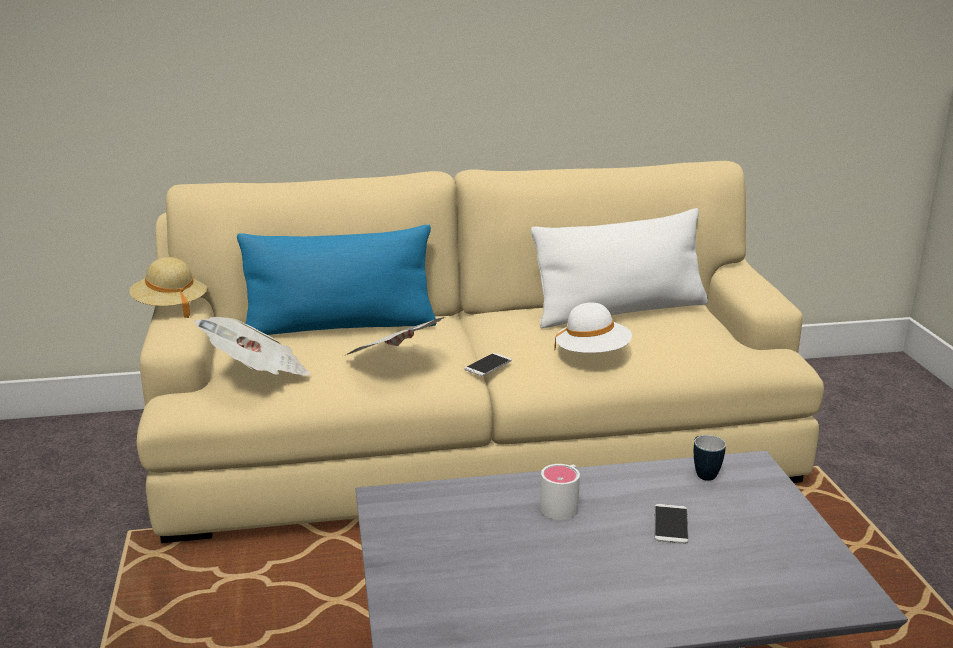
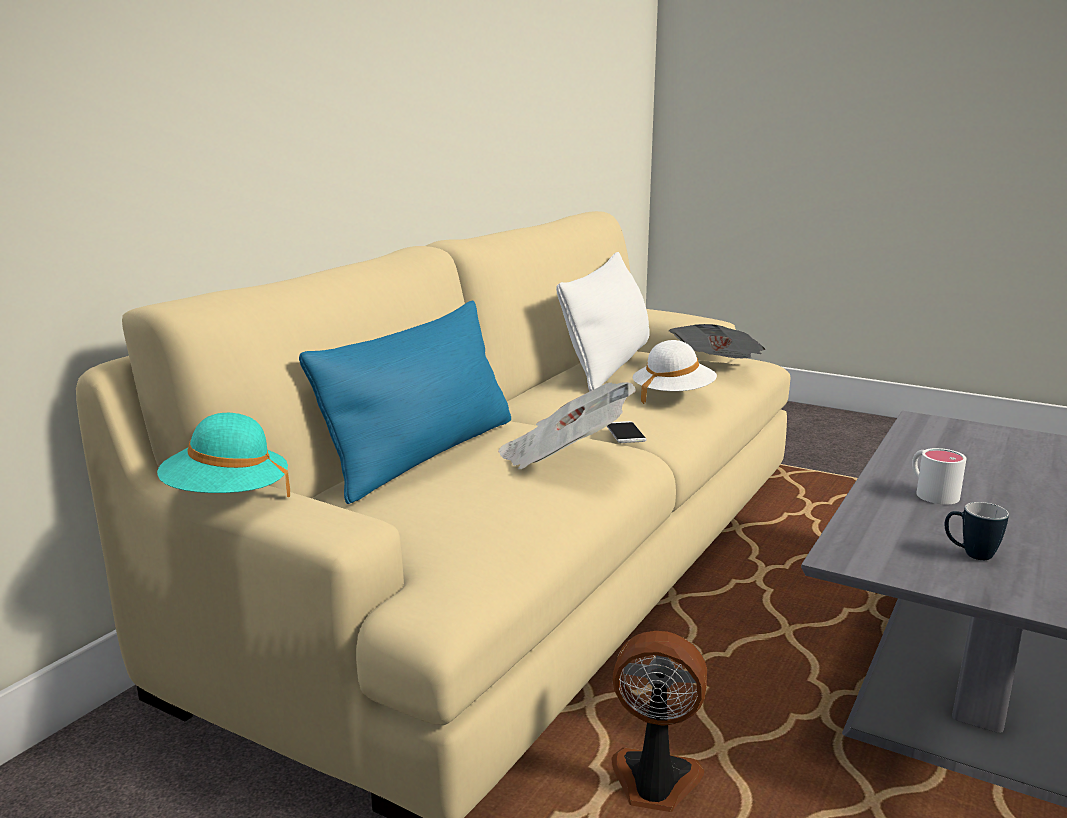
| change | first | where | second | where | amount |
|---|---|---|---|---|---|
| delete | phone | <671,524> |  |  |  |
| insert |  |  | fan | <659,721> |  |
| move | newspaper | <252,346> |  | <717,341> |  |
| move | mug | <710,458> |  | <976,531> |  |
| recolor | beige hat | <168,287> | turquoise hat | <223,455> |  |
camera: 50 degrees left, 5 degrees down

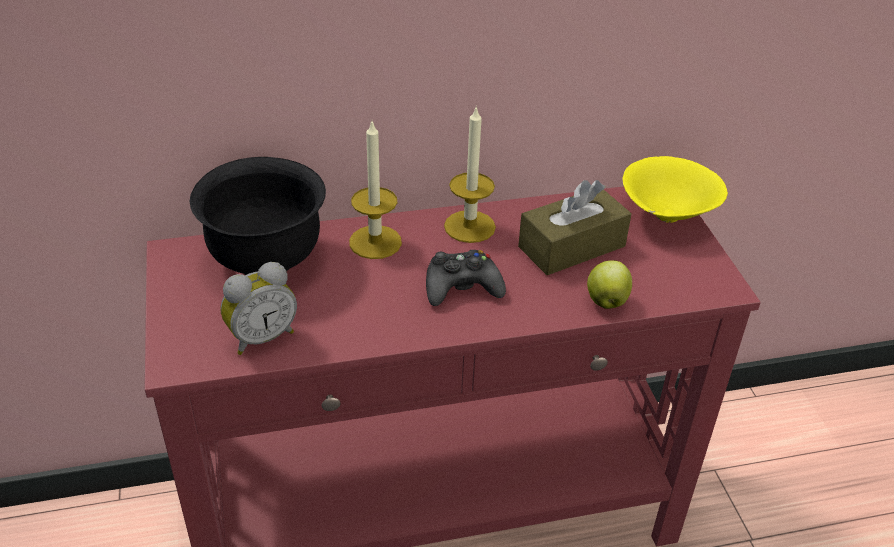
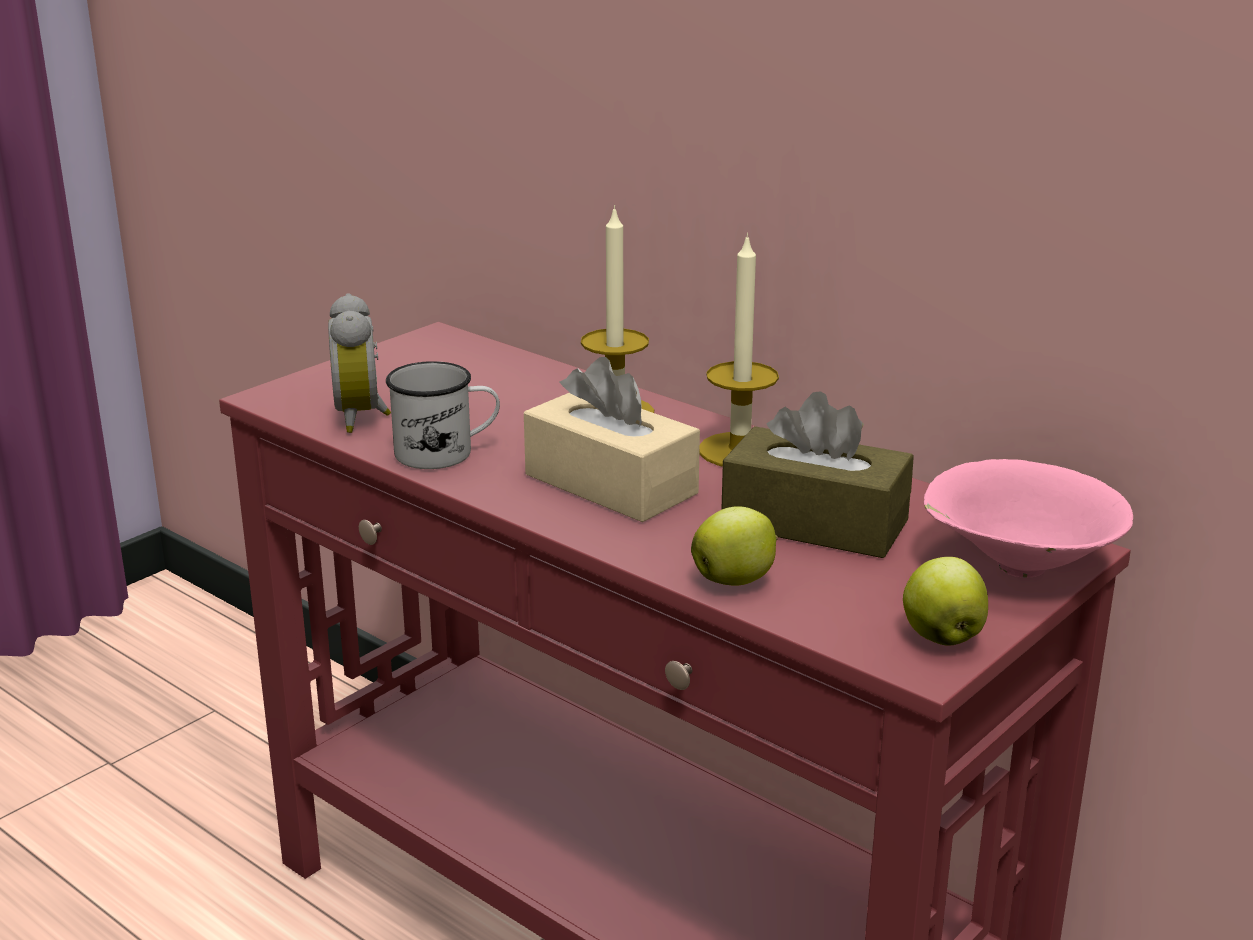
| change | first | where | second | where | amount |
|---|---|---|---|---|---|
| delete | black bowl | <258,216> |  |  |  |
| insert |  |  | white mug | <443,415> |  |
| insert |  |  | apple | <945,601> |  |
| replace | black game controller | <466,278> | beige tissue box | <612,439> |  |
| recolor | yellow bowl | <675,189> | pink bowl | <1028,518> |  |
| rotate | alarm clock | <258,308> |  | <359,363> | 60 degrees clockwise |
camera: 55 degrees right, 15 degrees down

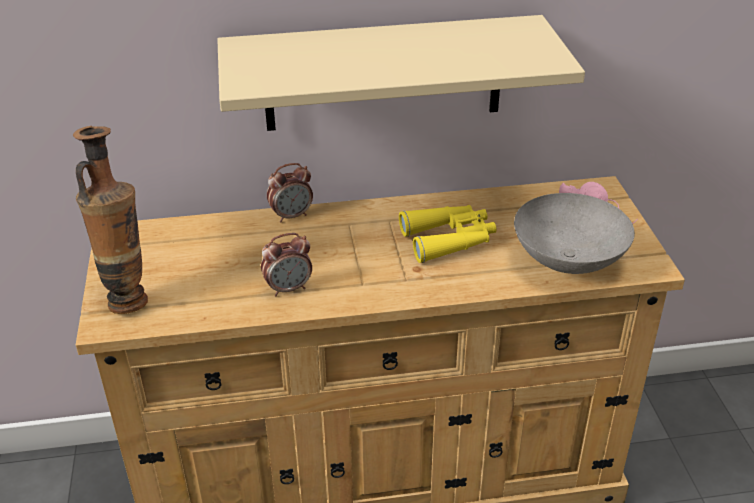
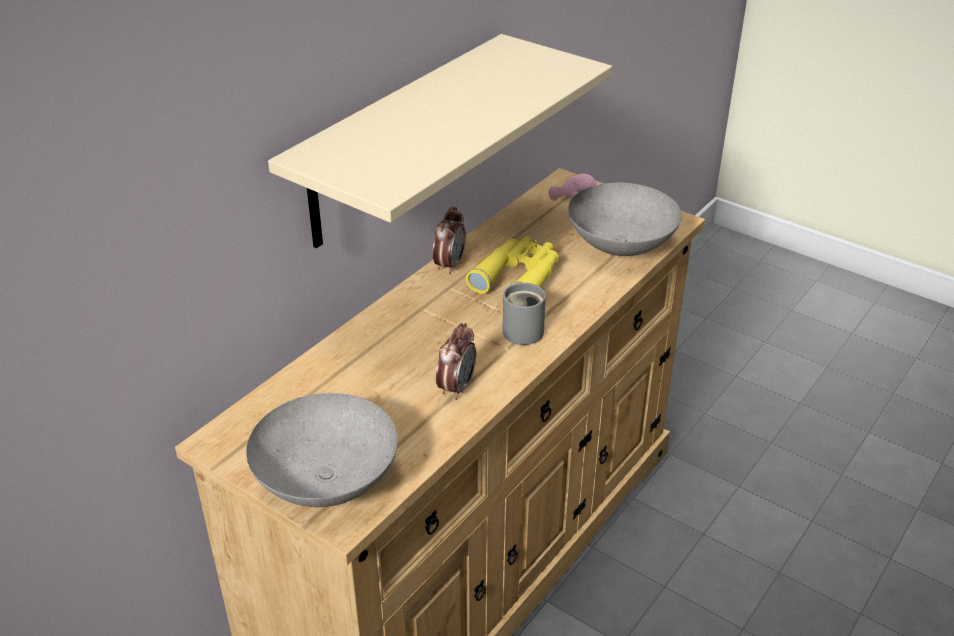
| change | first | where | second | where | amount |
|---|---|---|---|---|---|
| insert |  |  | grey mug | <524,314> |  |
| move | alarm clock | <290,193> |  | <449,240> |  |
| replace | vase | <110,220> | grey bowl | <322,450> |  |
camera: 45 degrees left, 0 degrees up

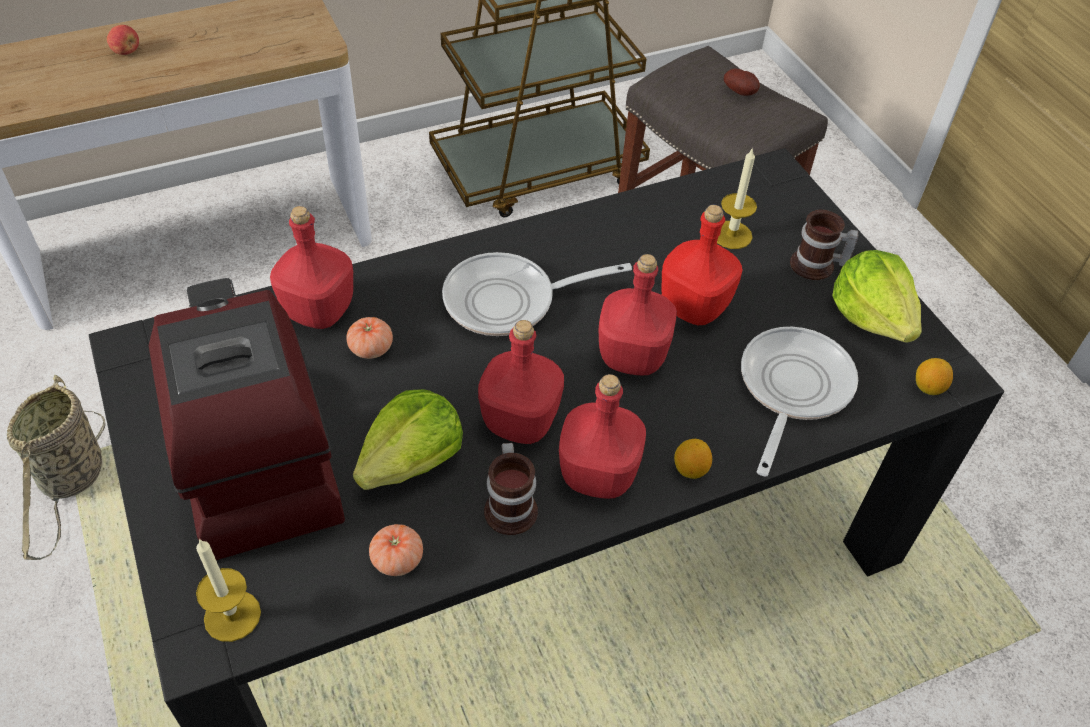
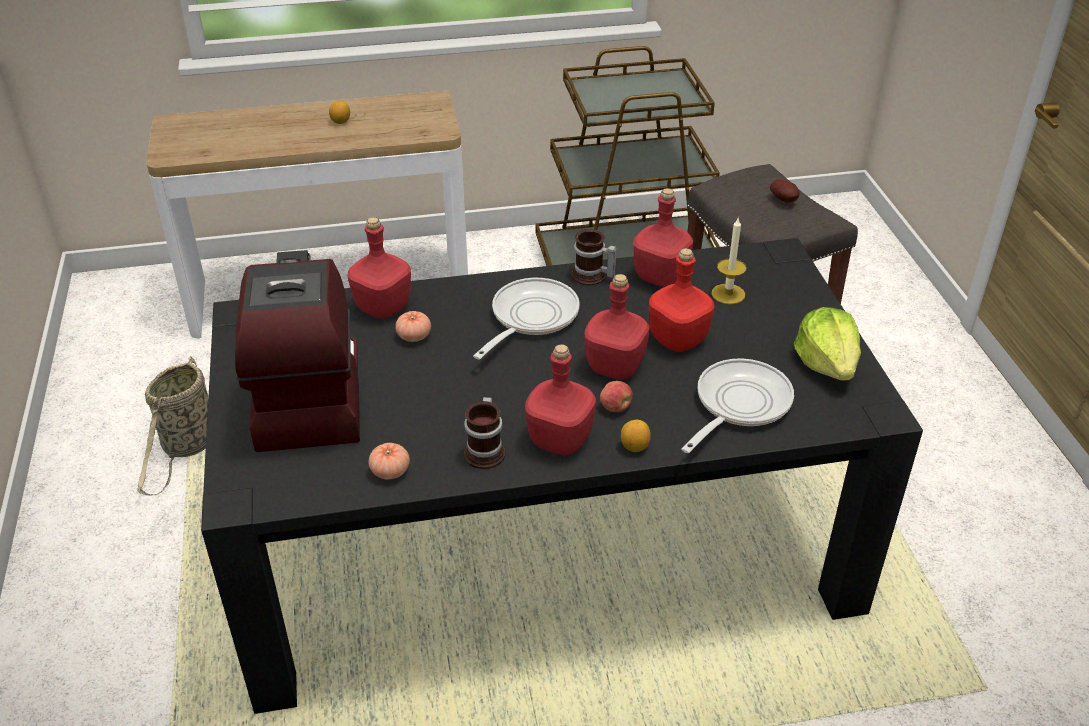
| change | first | where | second | where | amount |
|---|---|---|---|---|---|
| delete | candle | <228,590> |  |  |  |
| delete | lettuce | <408,439> |  |  |  |
| move | apple | <123,40> |  | <616,396> |  |
| move | red bottle | <521,382> |  | <663,237> |  |
| move | mug | <824,245> |  | <593,257> |  |
| move | lemon | <934,376> |  | <339,112> |  |
| rotate | frying pan | <537,294> |  | <526,318> | 120 degrees clockwise |
camera: 15 degrees right, 10 degrees down

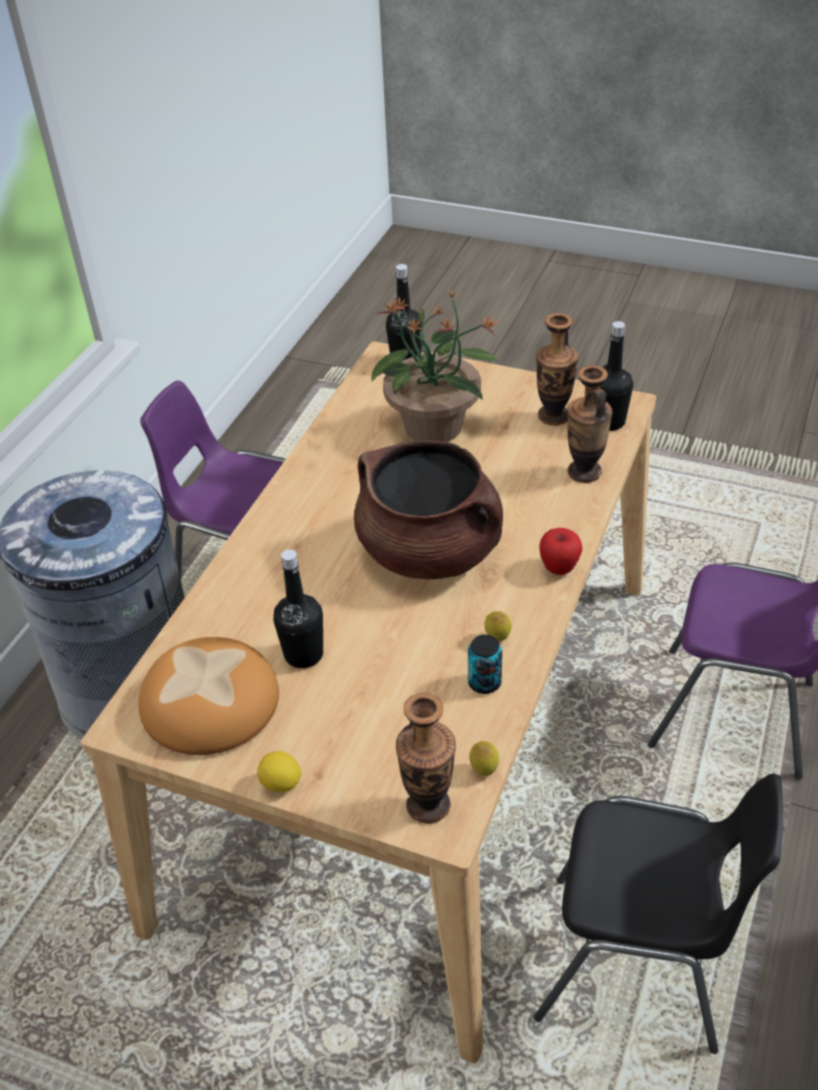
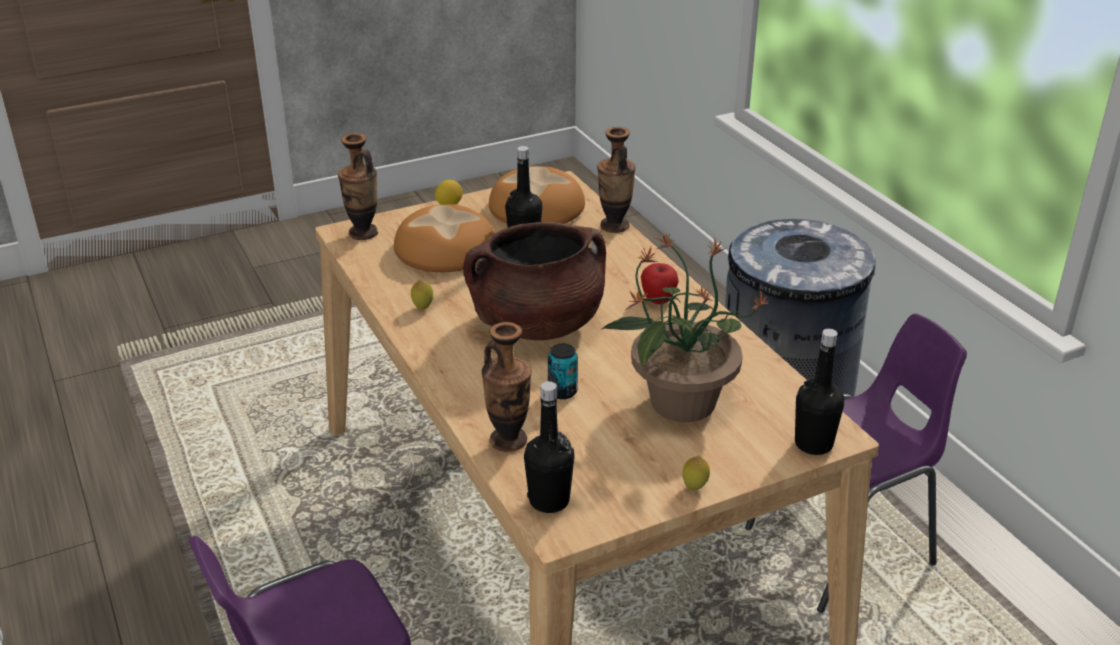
| change | first | where | second | where | amount |
|---|---|---|---|---|---|
| delete | black chair | <658,914> |  |  |  |
| insert |  |  | bread | <444,238> |  |
| move | can | <485,664> |  | <563,371> |  |
| move | lemon | <484,758> |  | <696,473> |  |
| move | vase | <557,369> |  | <616,180> |  |
| move | apple | <560,551> |  | <660,283> |  |
camera: 130 degrees right, 10 degrees down

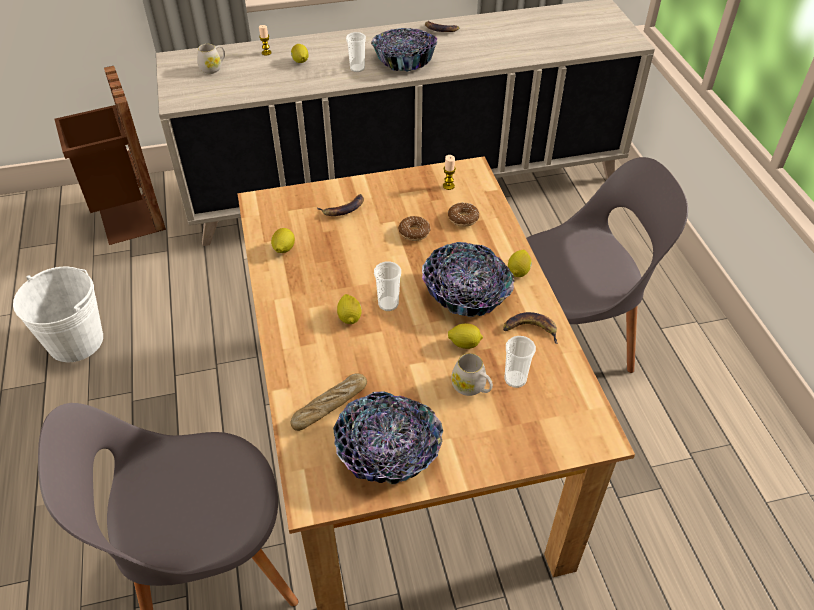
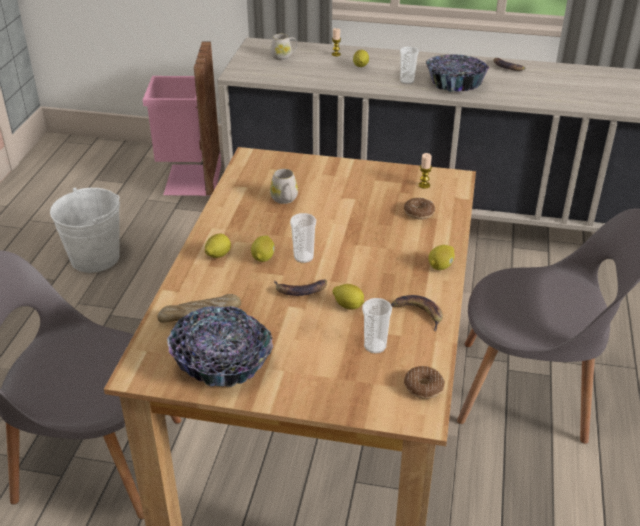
| change | first | where | second | where | amount |
|---|---|---|---|---|---|
| delete | bowl | <468,279> |  |  |  |
| move | lemon | <283,240> |  | <218,246> |  |
| move | banana | <340,205> |  | <300,287> |  |
| move | donut | <414,228> |  | <424,382> |  |
| move | white mug | <472,374> |  | <284,186> |  |
| recolor | brown trash can | <110,155> | pink trash can | <182,118> |  |
camera: 25 degrees right, 10 degrees down

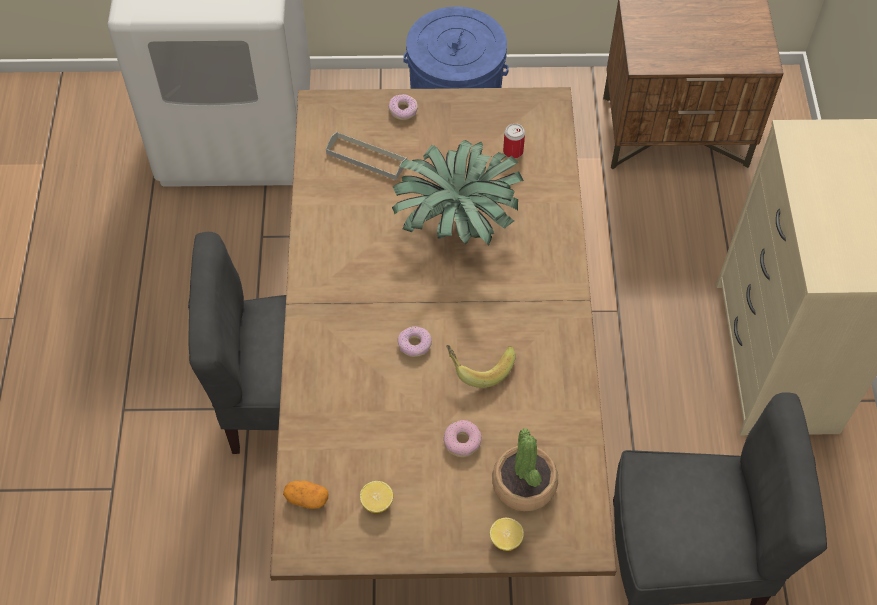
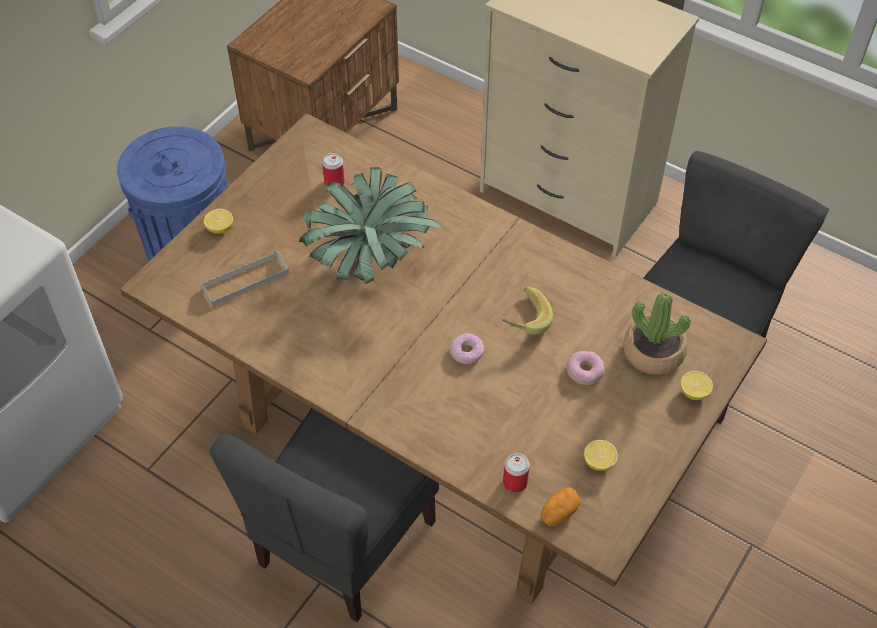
| change | first | where | second | where | amount |
|---|---|---|---|---|---|
| insert |  |  | can | <516,473> |  |
| replace | donut | <403,107> | lemon | <218,221> |  |
camera: 55 degrees left, 5 degrees down

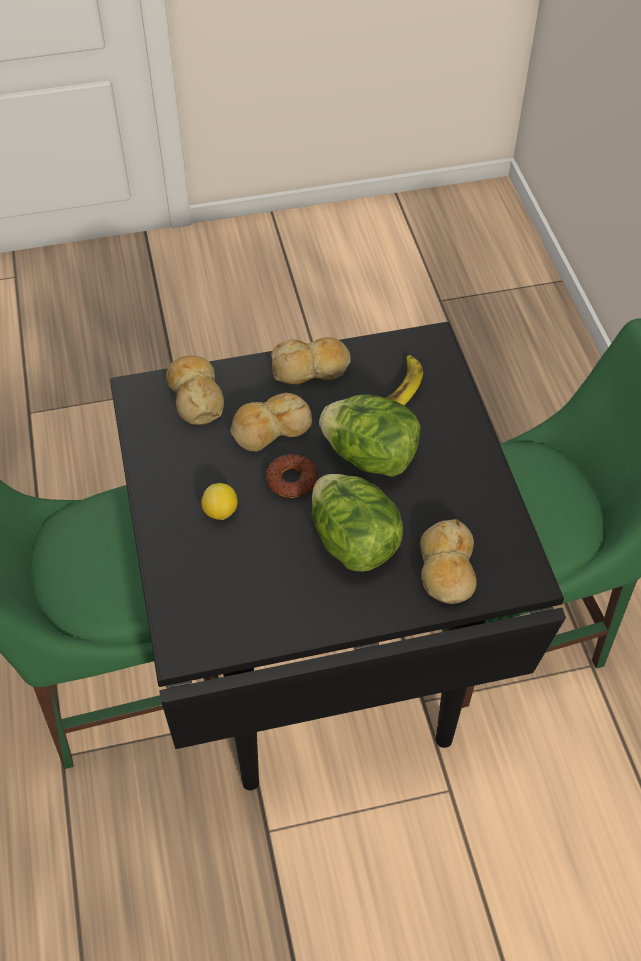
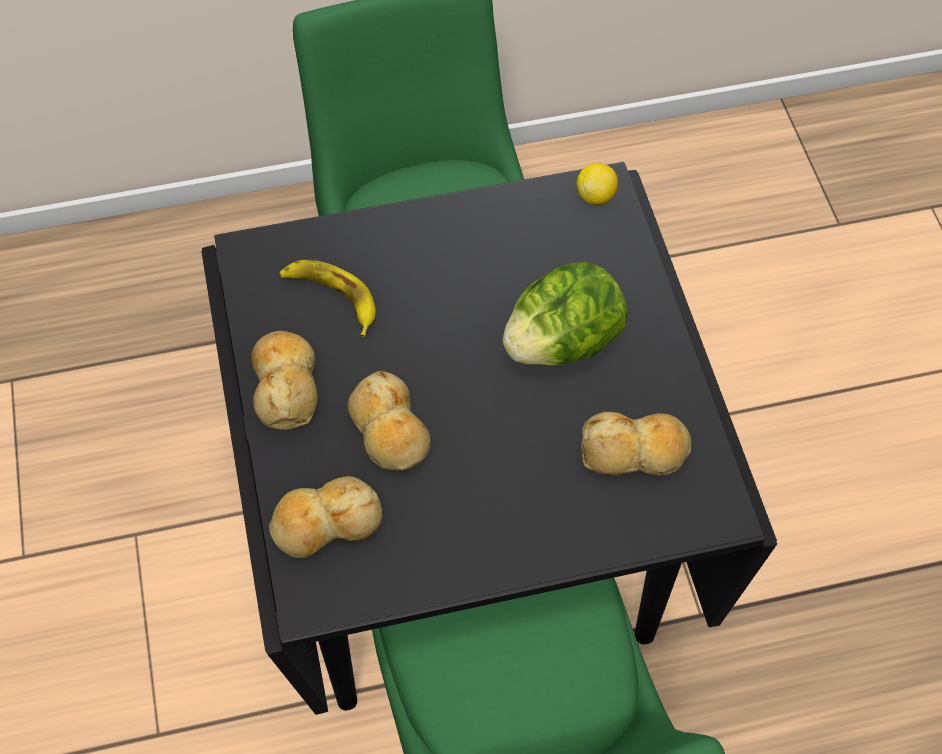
| change | first | where | second | where | amount |
|---|---|---|---|---|---|
| delete | donut | <291,476> |  |  |  |
| delete | lettuce | <370,435> |  |  |  |
| move | lemon | <219,501> |  | <597,184> |  |
| move | bread | <448,561> |  | <636,444> |  |
camera: 90 degrees left, 5 degrees up

